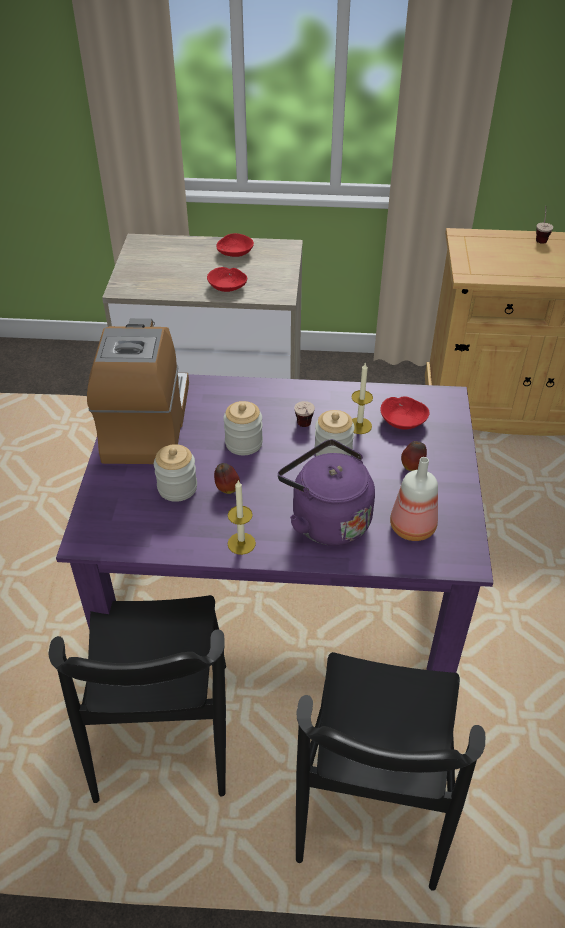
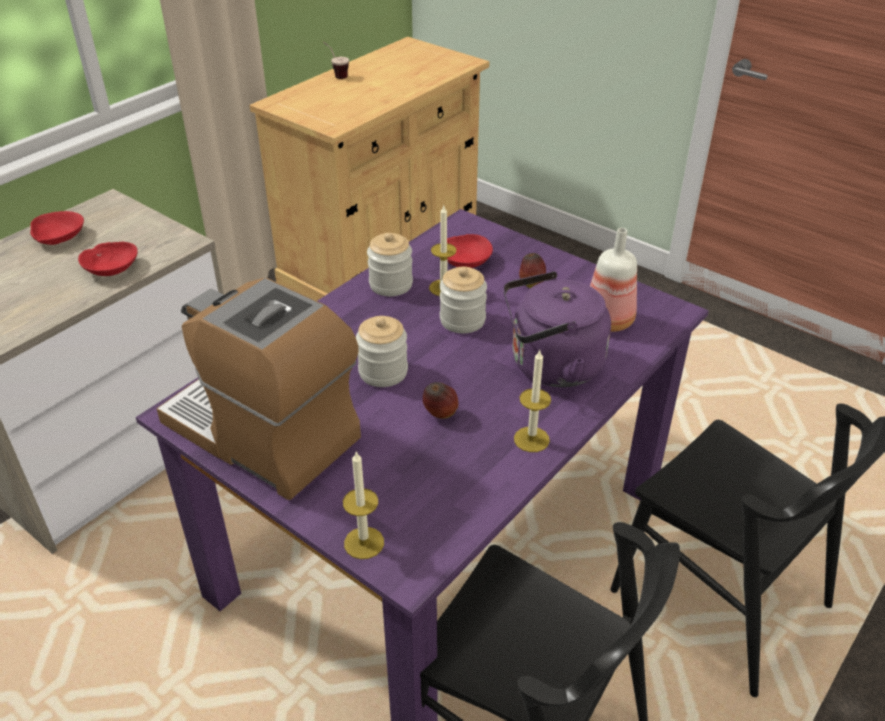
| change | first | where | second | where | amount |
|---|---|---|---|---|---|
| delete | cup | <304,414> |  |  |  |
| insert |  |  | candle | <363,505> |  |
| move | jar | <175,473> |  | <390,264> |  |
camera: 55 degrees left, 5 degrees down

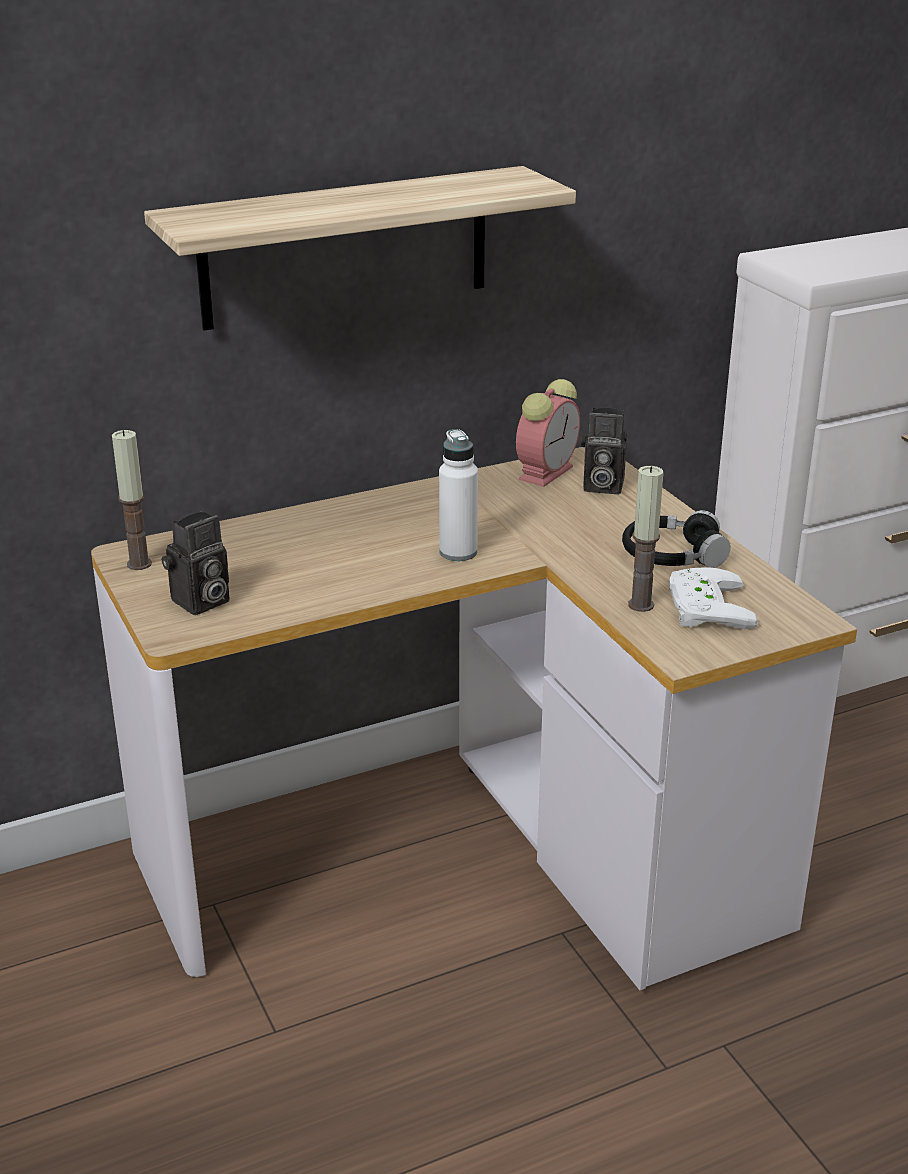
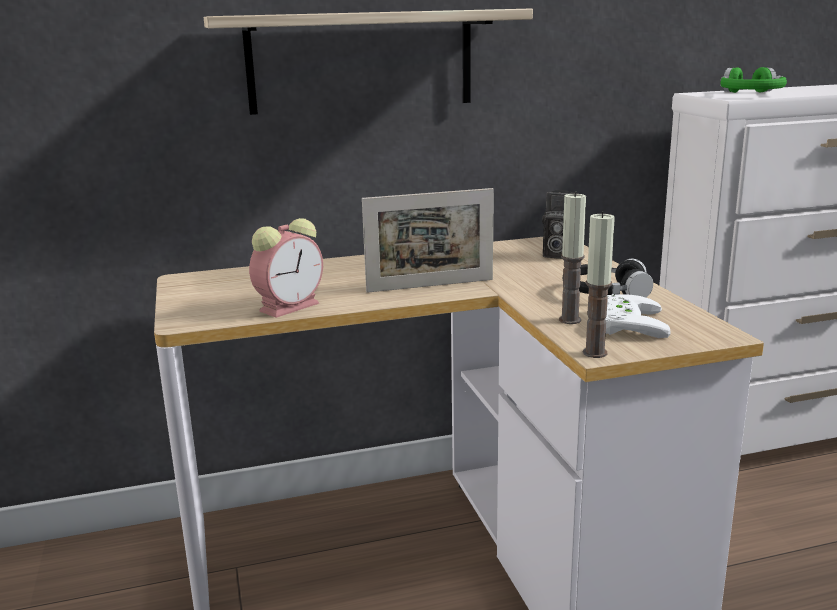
| change | first | where | second | where | amount |
|---|---|---|---|---|---|
| delete | photo camera | <195,563> |  |  |  |
| insert |  |  | green headphones | <753,80> |  |
| move | candle | <132,500> |  | <599,284> |  |
| move | alarm clock | <548,433> |  | <286,268> |  |
| replace | white bottle | <458,495> | picture frame | <428,240> |  |
camera: 10 degrees right, 10 degrees down

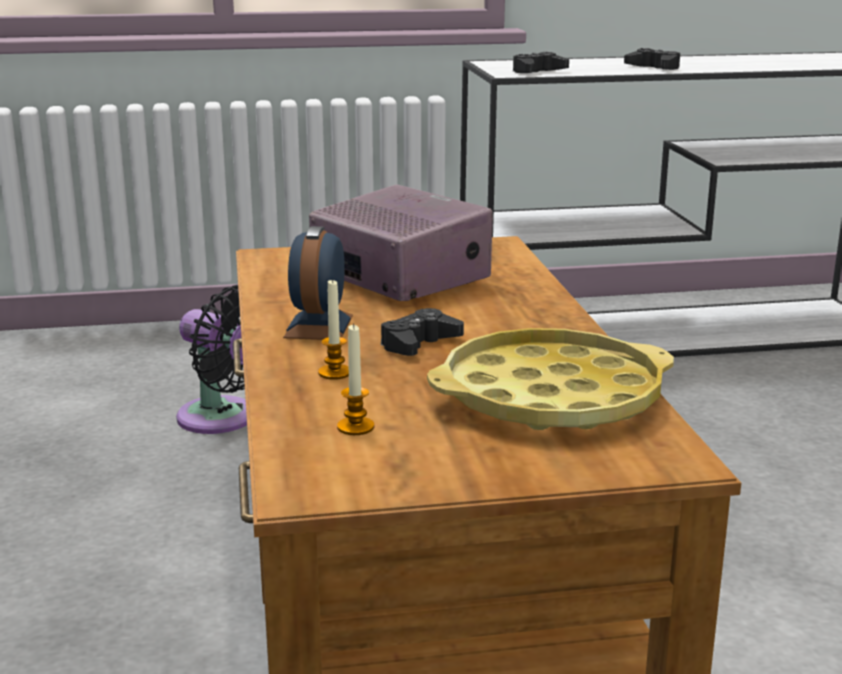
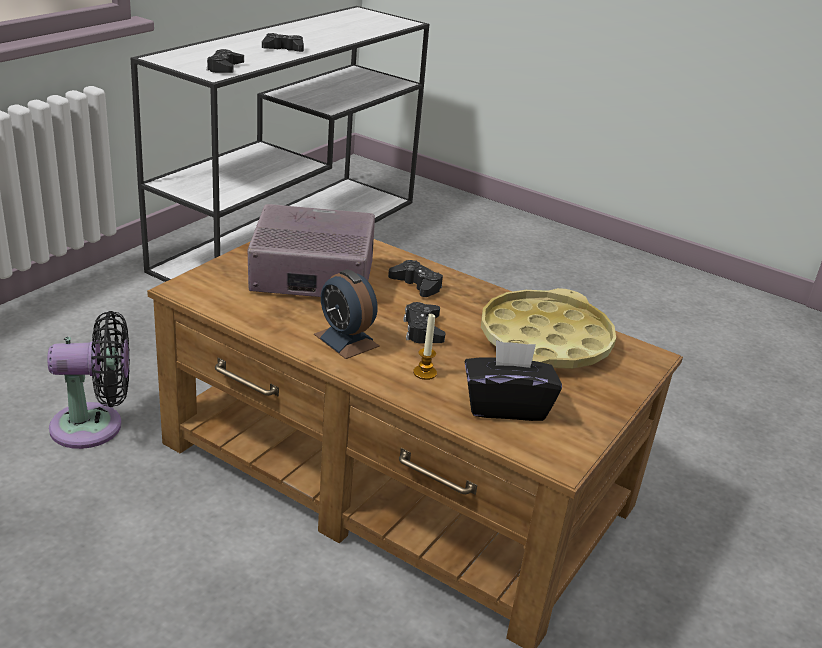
| change | first | where | second | where | amount |
|---|---|---|---|---|---|
| insert |  |  | black game controller | <415,278> |  |
| replace | candle | <355,379> | black tissue box | <513,380> |  |
camera: 50 degrees left, 10 degrees up

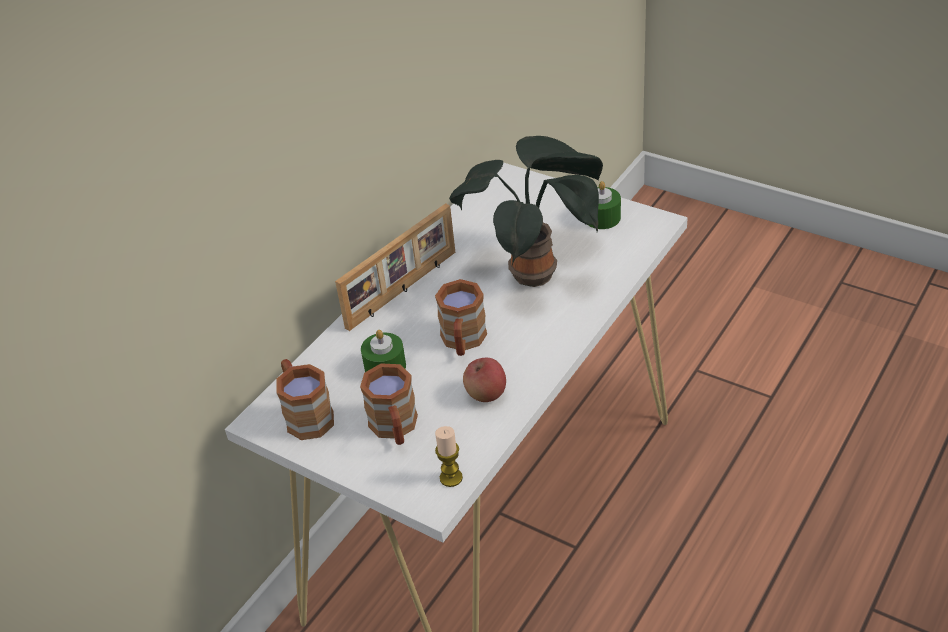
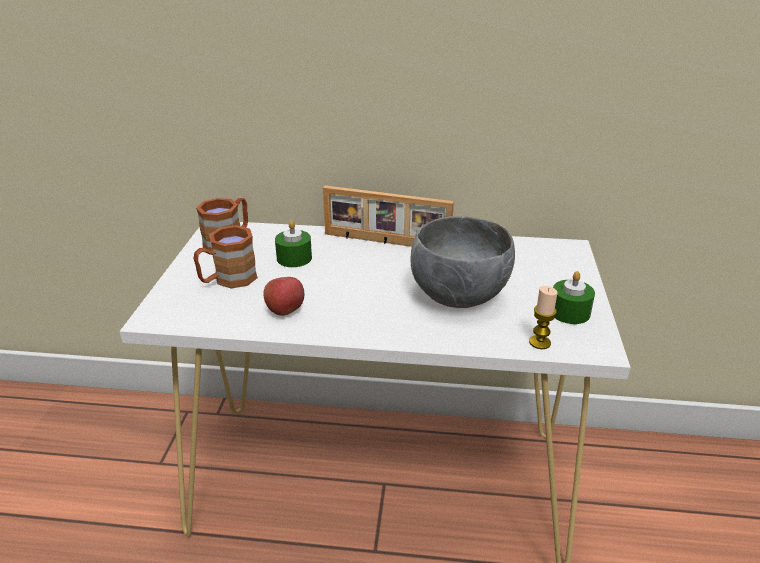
| change | first | where | second | where | amount |
|---|---|---|---|---|---|
| delete | brown mug | <461,317> |  |  |  |
| move | candle | <449,456> |  | <543,317> |  |
| replace | potted plant | <526,211> | grey bowl | <462,262> |  |
camera: 60 degrees right, 10 degrees down

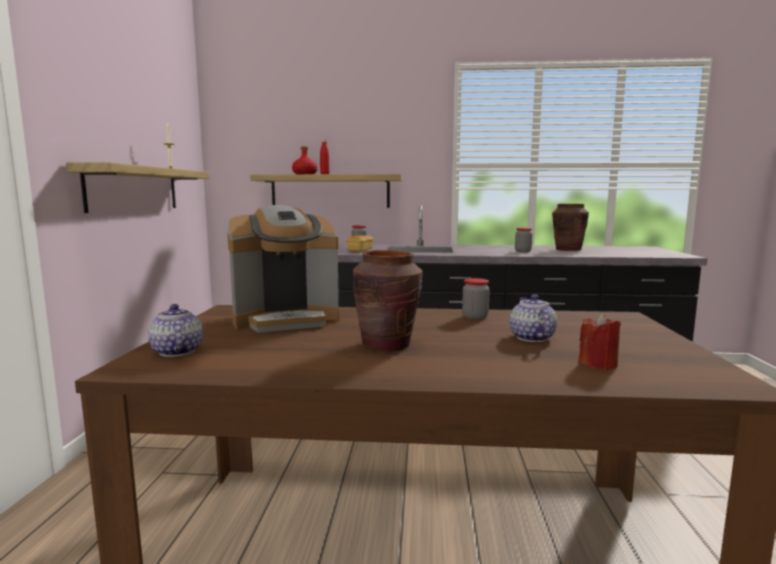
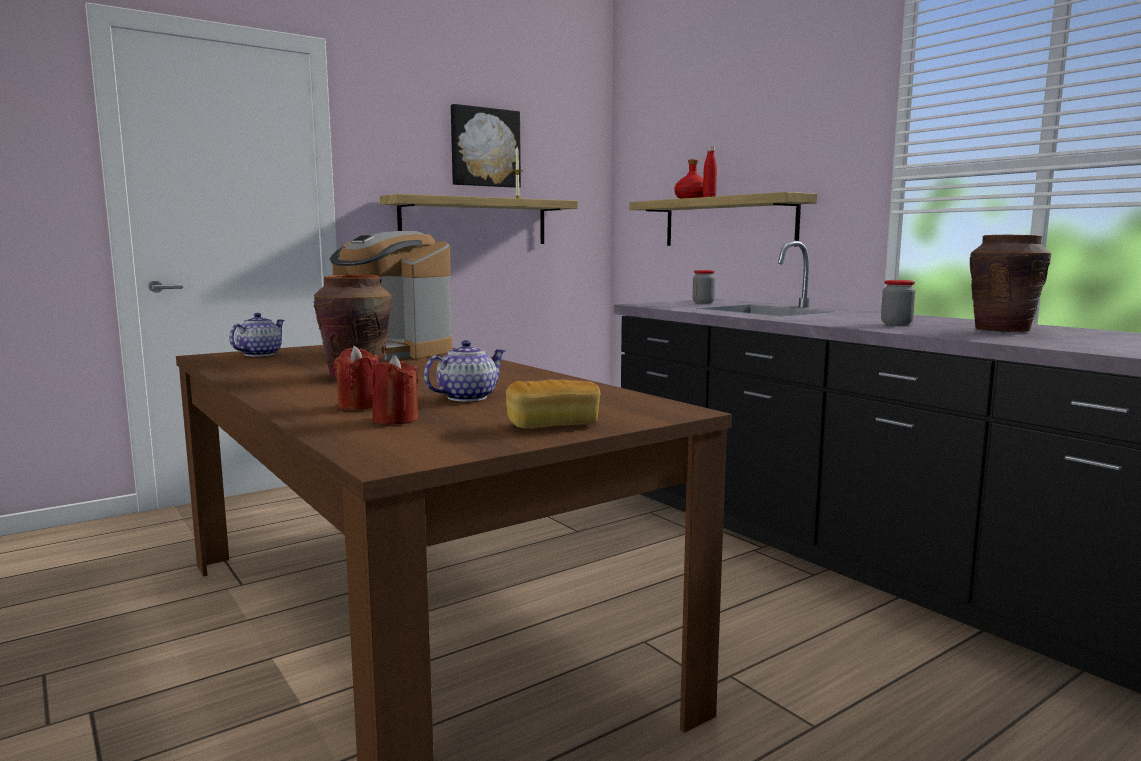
| change | first | where | second | where | amount |
|---|---|---|---|---|---|
| delete | jar | <476,298> |  |  |  |
| insert |  |  | red candle | <356,378> |  |
| insert |  |  | picture | <486,146> |  |
| move | bread | <359,243> |  | <553,404> |  |
camera: 50 degrees right, 0 degrees up

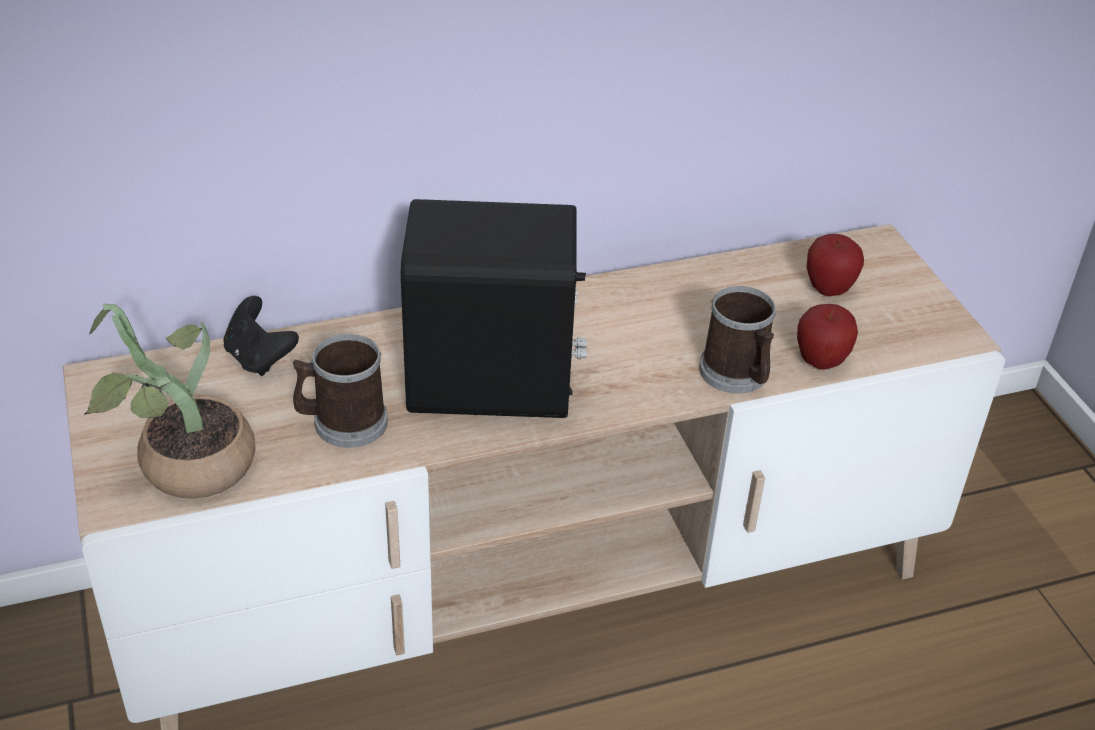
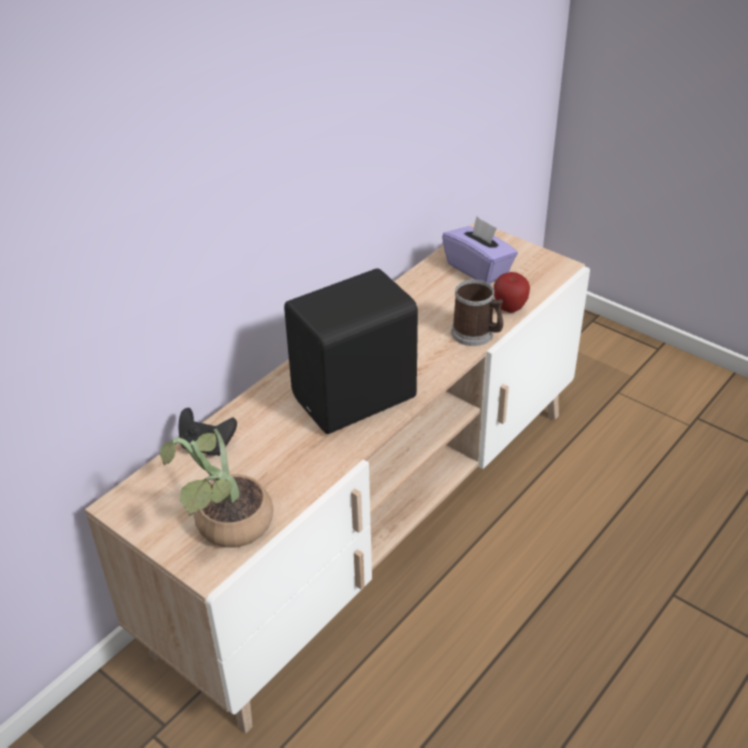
| change | first | where | second | where | amount |
|---|---|---|---|---|---|
| delete | mug | <340,391> |  |  |  |
| replace | apple | <835,265> | purple tissue box | <480,250> |  |
camera: 30 degrees left, 0 degrees up

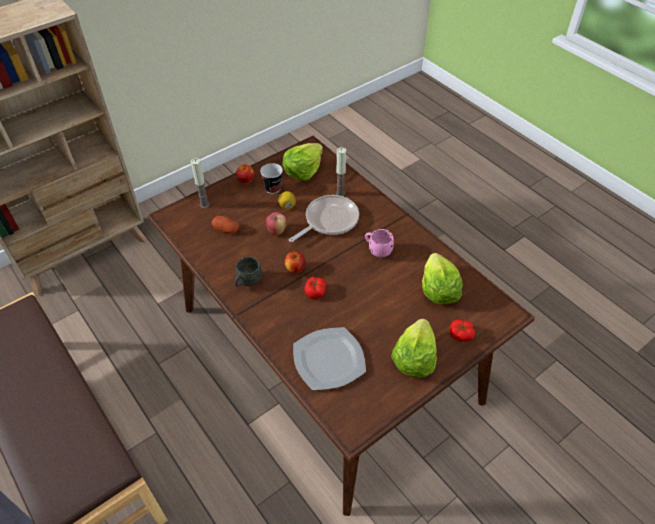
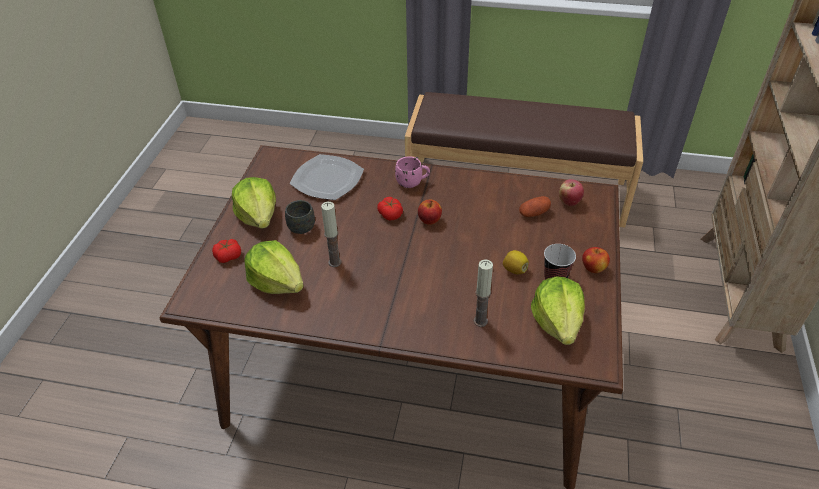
| change | first | where | second | where | amount |
|---|---|---|---|---|---|
| delete | frying pan | <324,218> |  |  |  |
| move | candle | <200,183> |  | <331,234> |  |
| move | grey mug | <248,272> |  | <300,217> |  |
| move | apple | <276,223> |  | <571,192> |  |
| move | pink mug | <379,243> |  | <412,172> |  |
camera: 140 degrees right, 5 degrees down

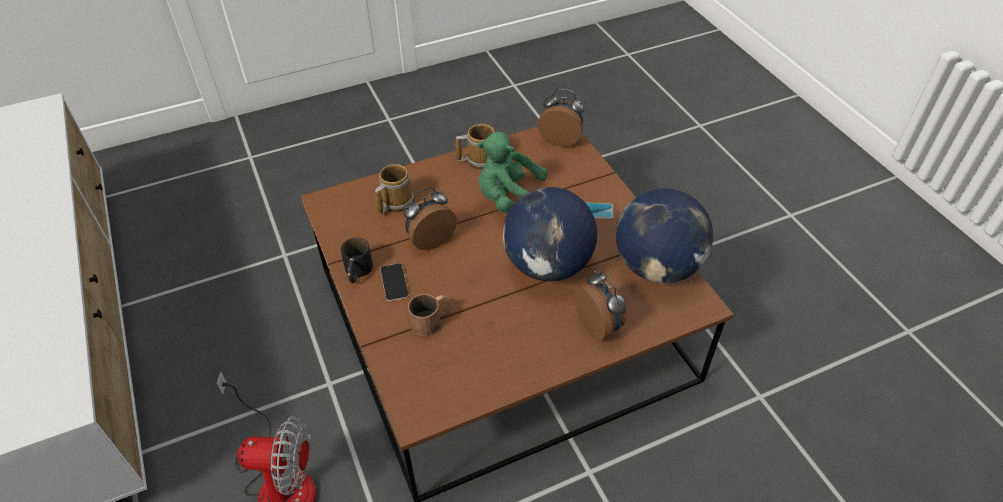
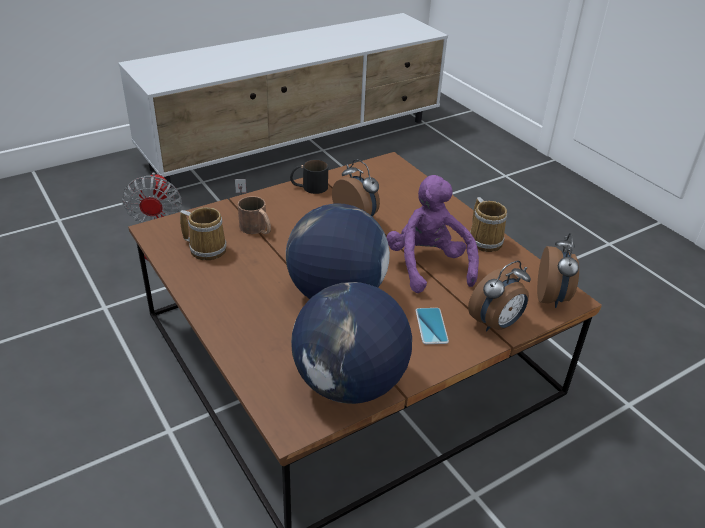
| change | first | where | second | where | amount |
|---|---|---|---|---|---|
| delete | phone | <394,282> |  |  |  |
| move | mug | <394,189> |  | <203,233> |  |
| move | alarm clock | <600,306> |  | <499,296> |  |
| recolor | green plush toy | <512,172> | purple plush toy | <432,234> |  |
camera: 80 degrees right, 10 degrees down

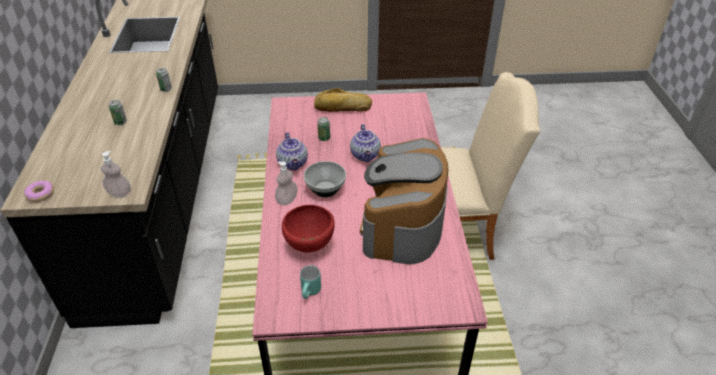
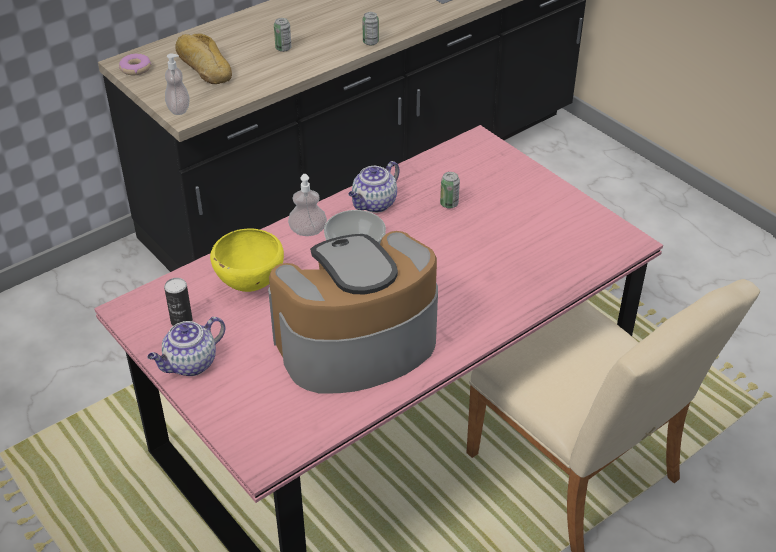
| change | first | where | second | where | amount |
|---|---|---|---|---|---|
| move | bread | <343,100> |  | <203,58> |  |
| move | teapot | <365,143> |  | <186,346> |  |
| replace | turquoise mug | <310,282> | can | <178,302> |  |
| recolor | red bowl | <308,229> | yellow bowl | <247,260> |  |
camera: 55 degrees right, 0 degrees up

